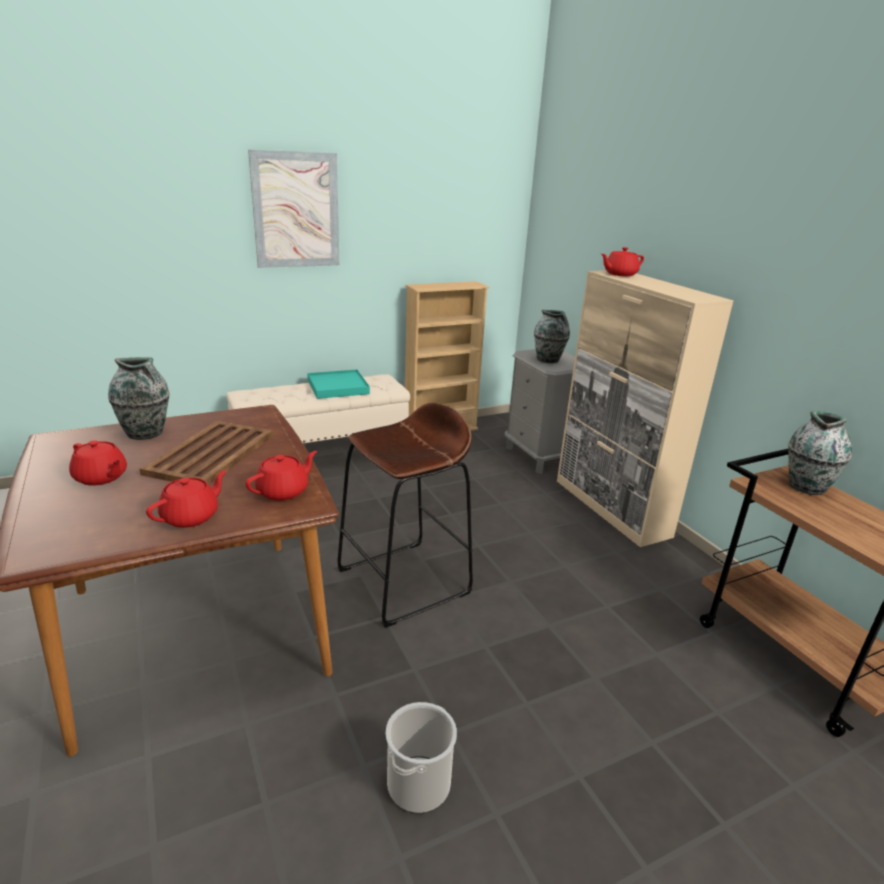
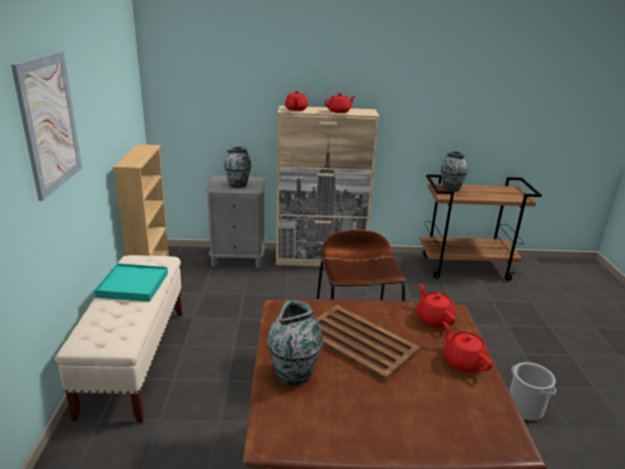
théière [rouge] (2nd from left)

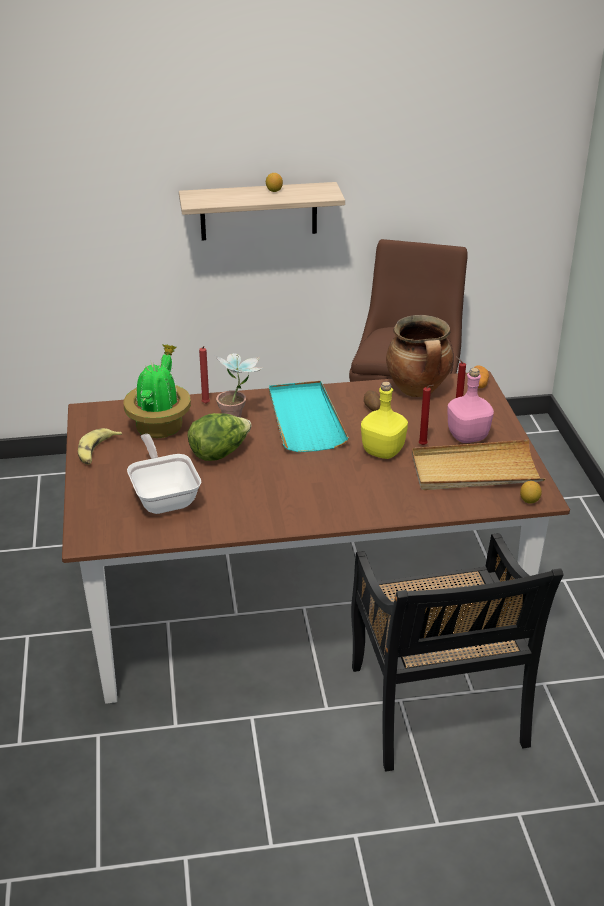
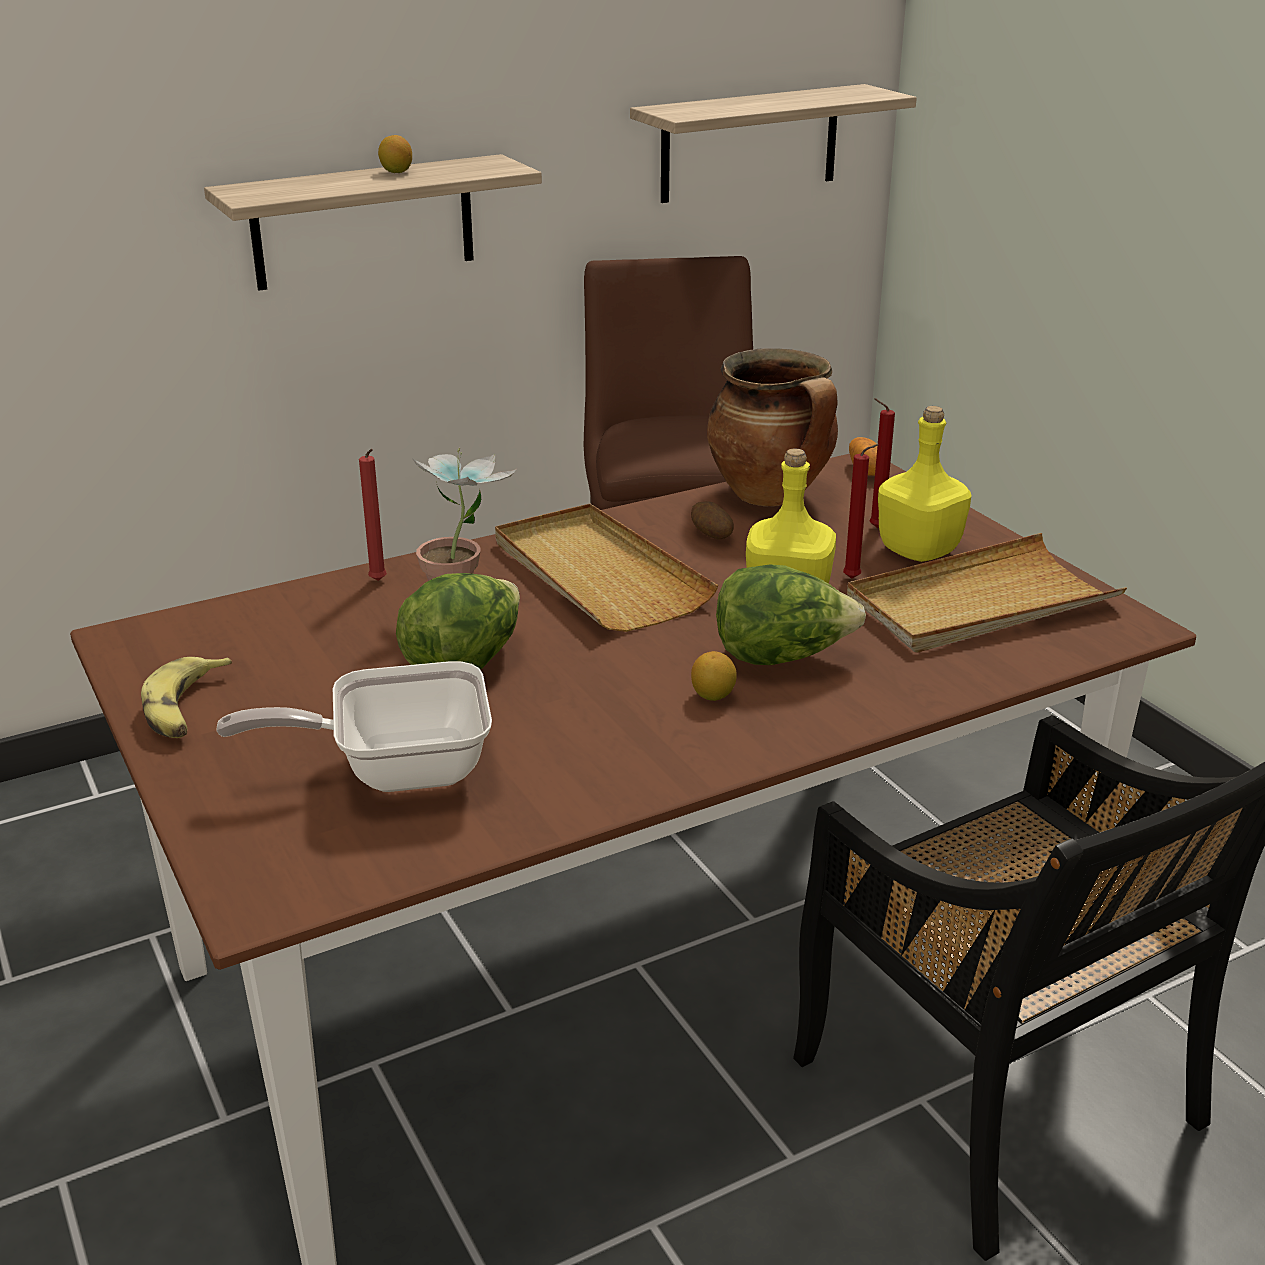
poêle
plateau [beige] (1st from left)
étagère (2nd from left)
citron (2nd from left)
laitue (2nd from left)
bouteille [jaune] (2nd from left)
plante en pot (1st from left in the first image)

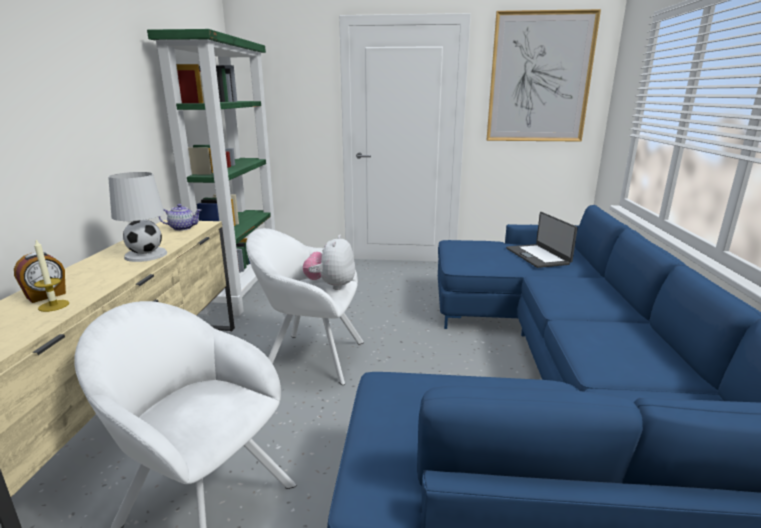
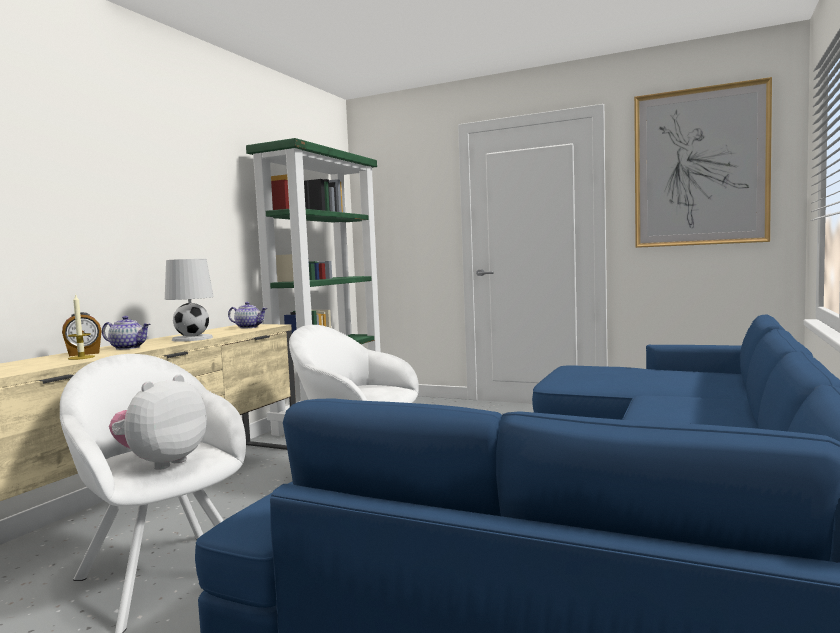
théière (1st from left)
peluche
ordinateur portable

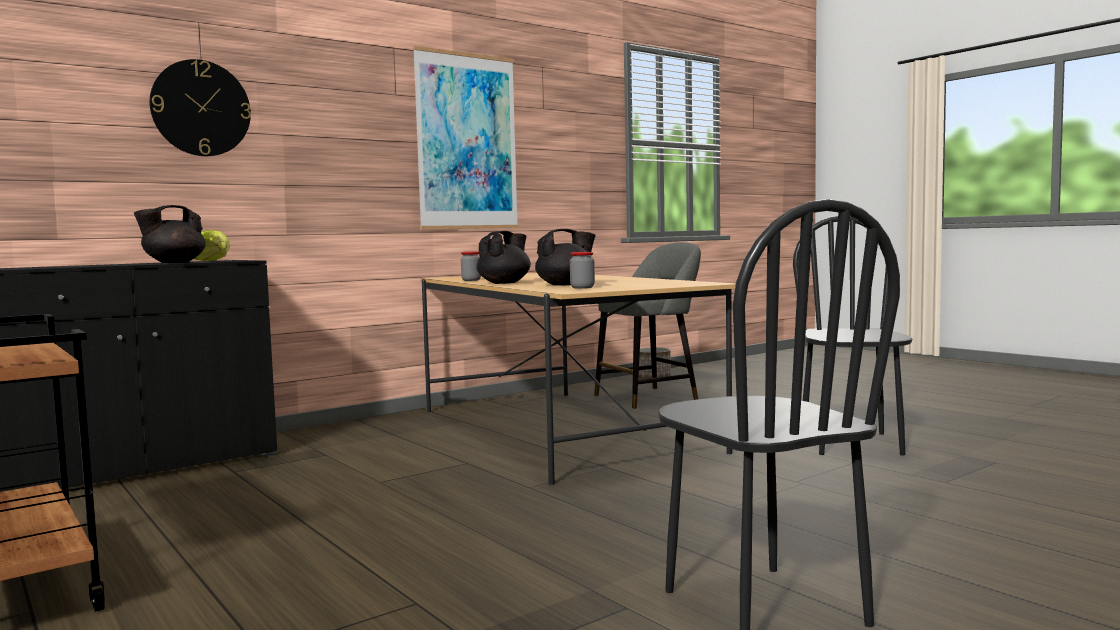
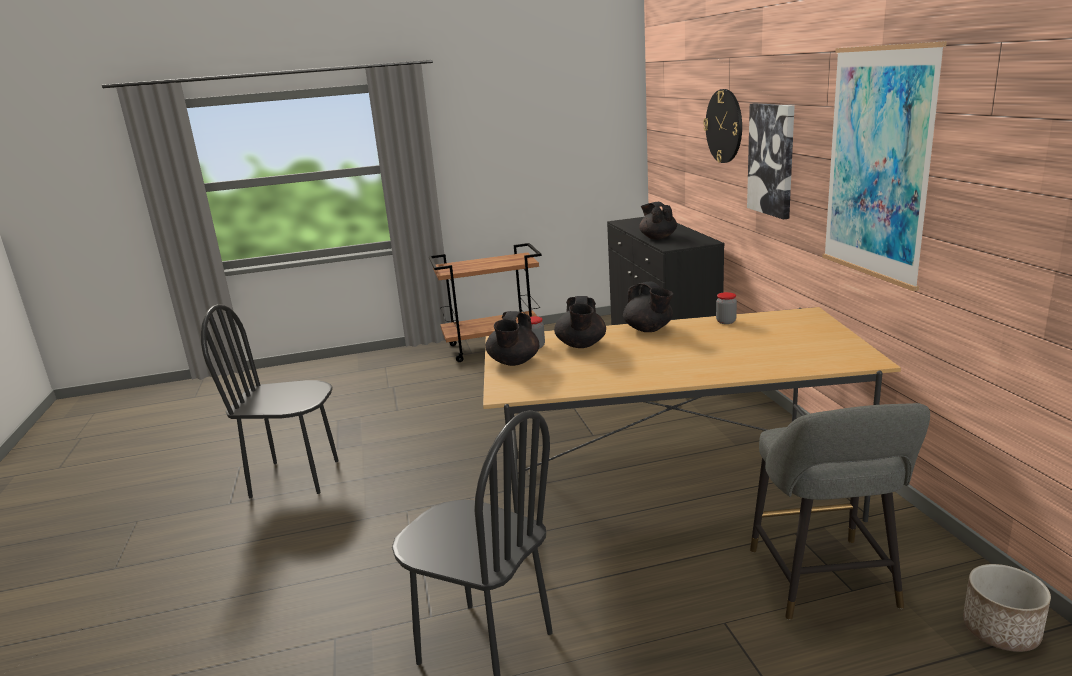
théière [noir] (1st from left)
tableau (1st from left)
laitue

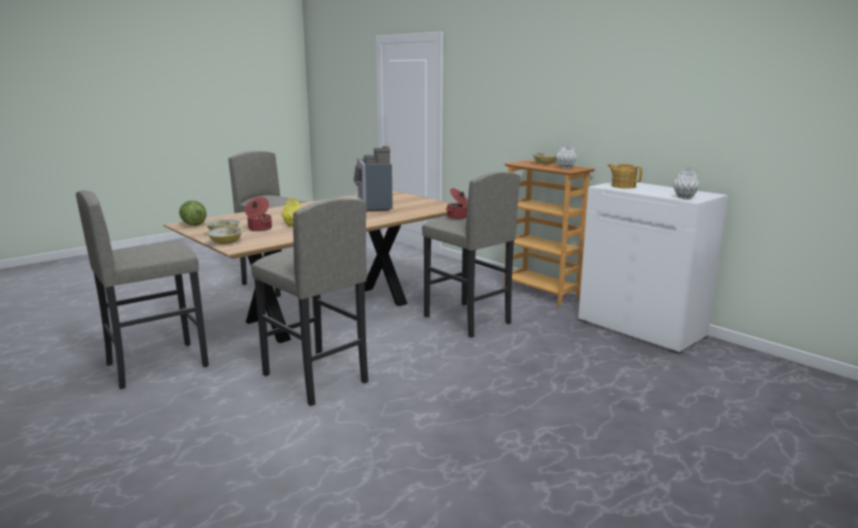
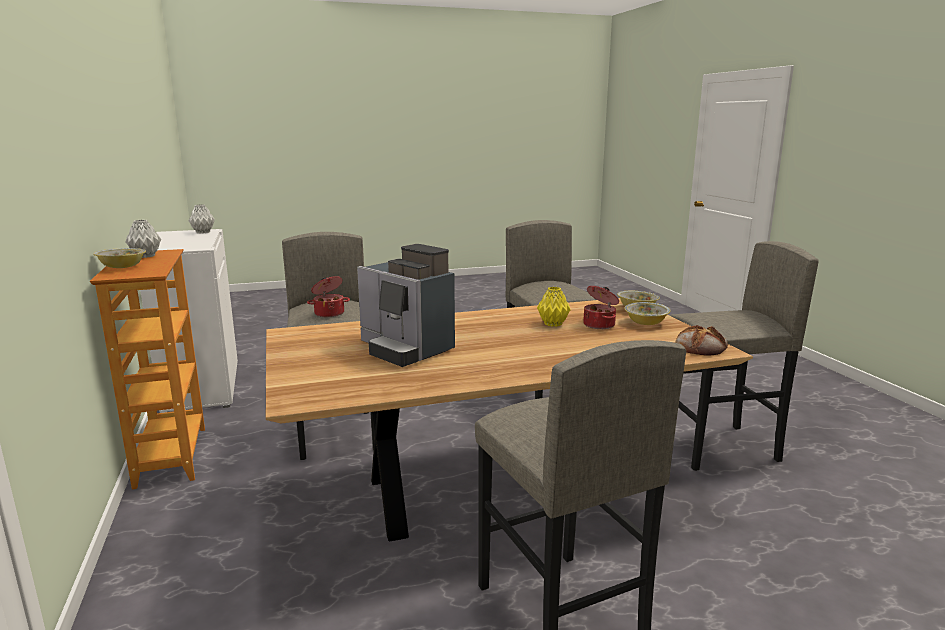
machine à café
pain
théière

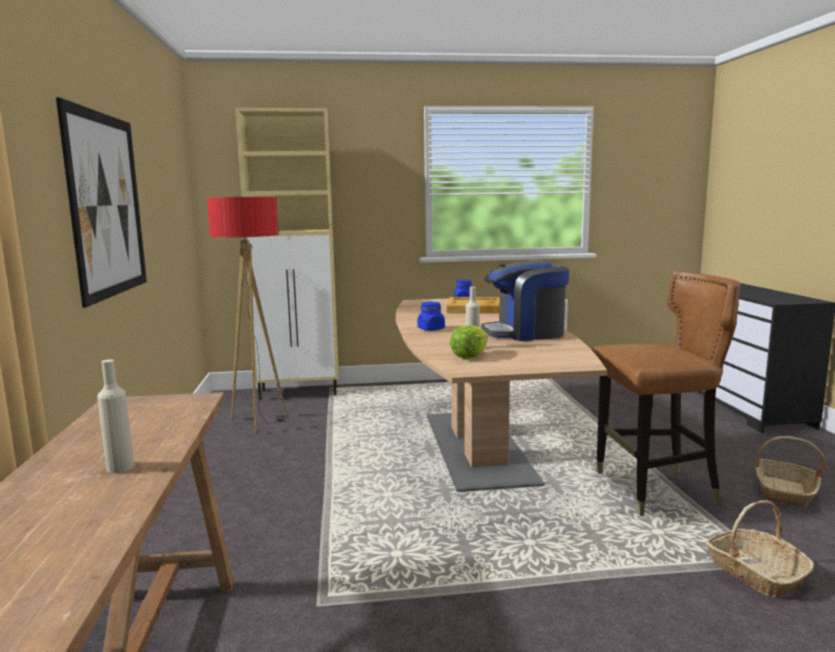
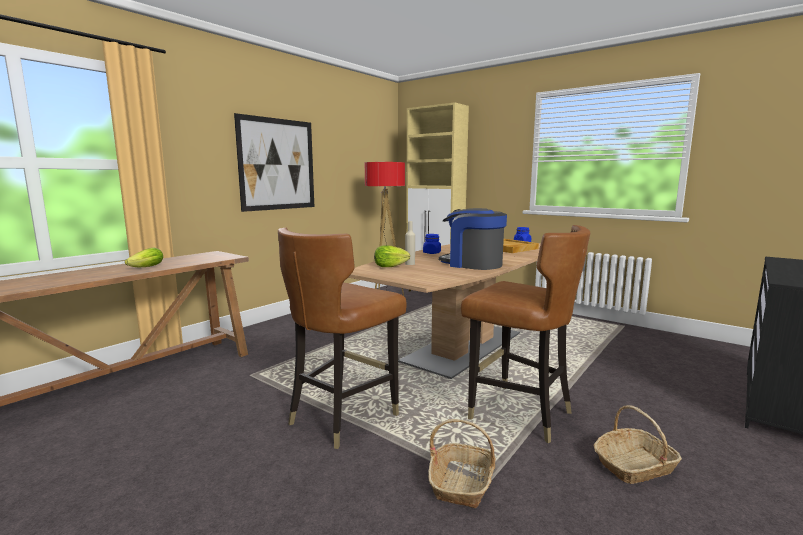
laitue (1st from left)
chaise [marron] (1st from left)

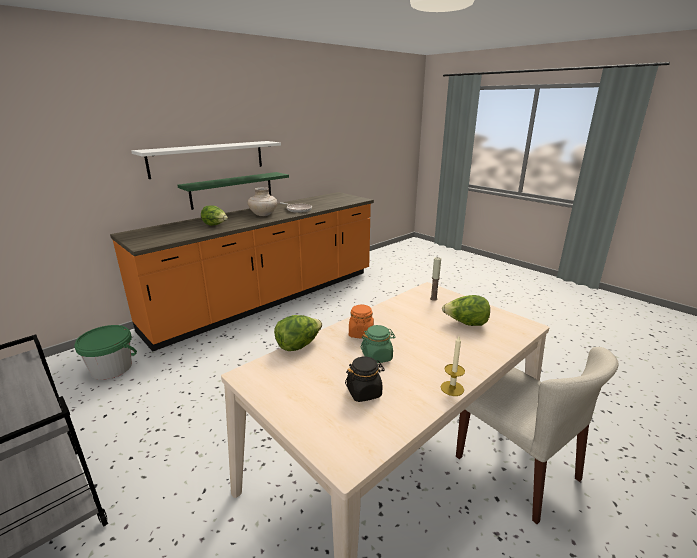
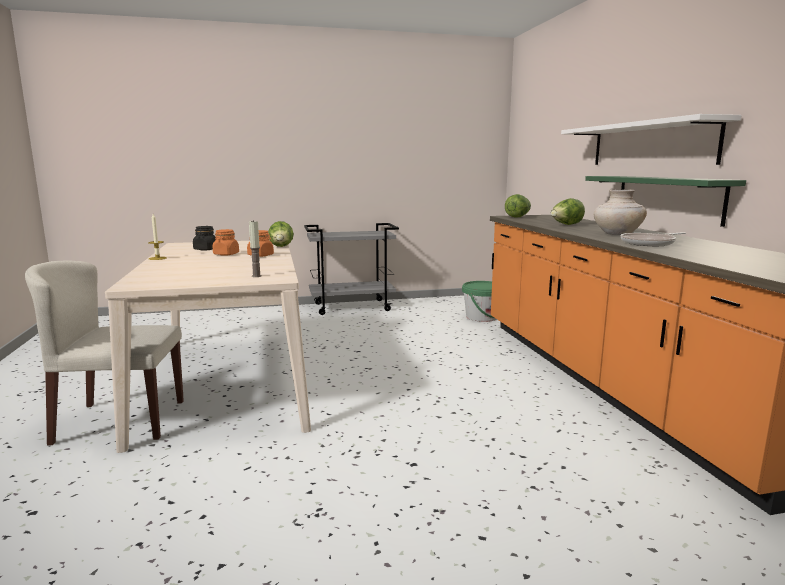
bocal [orange] (1st from left)
laitue (2nd from left)

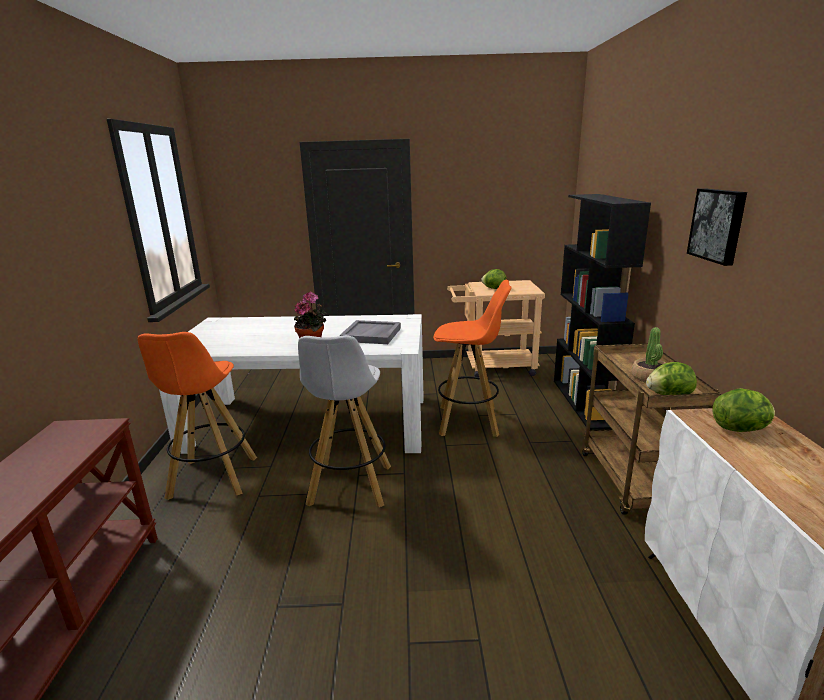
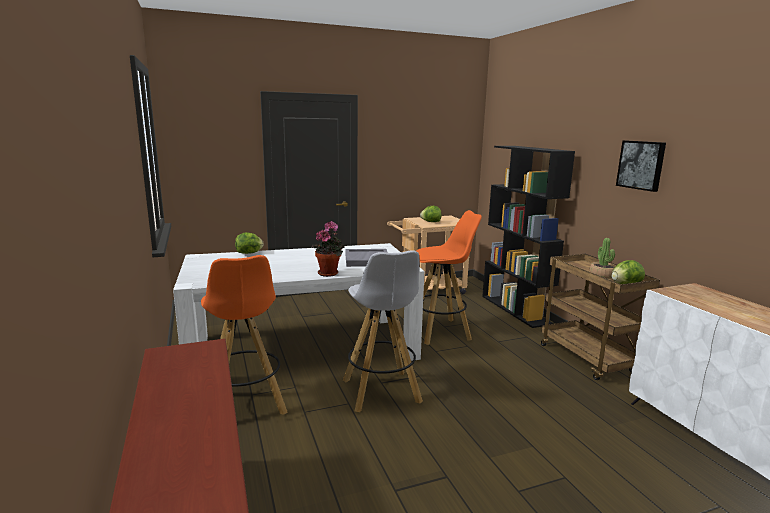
laitue (1st from left)

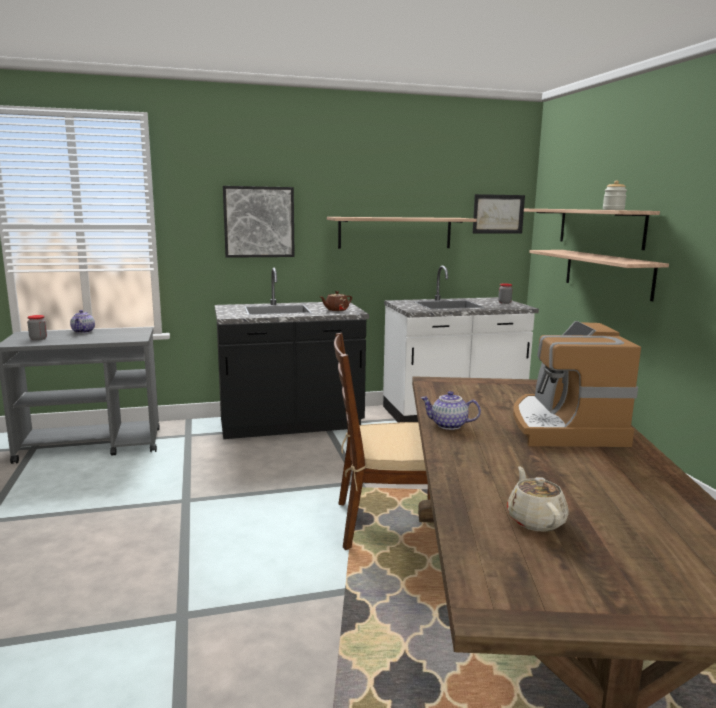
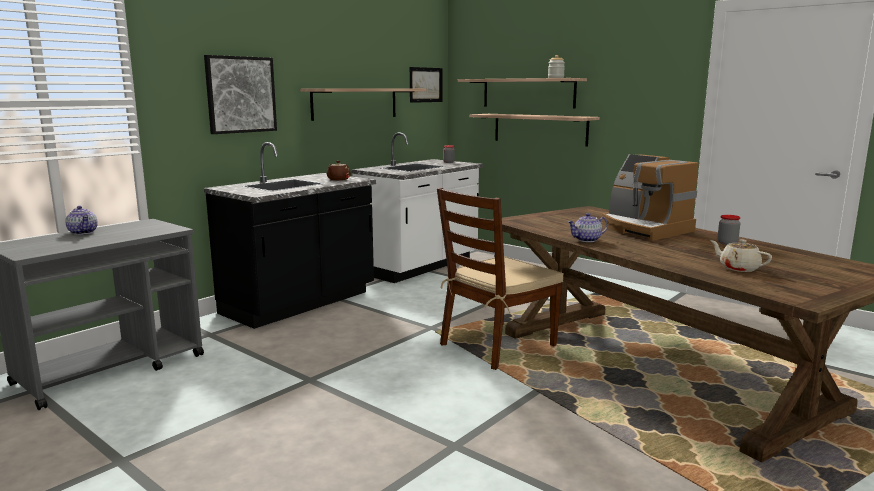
bocal (3rd from left)

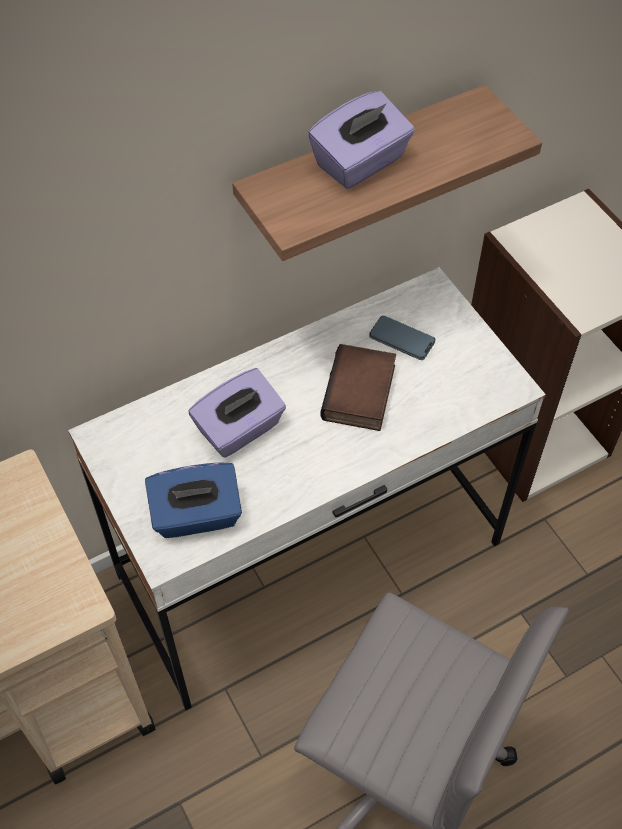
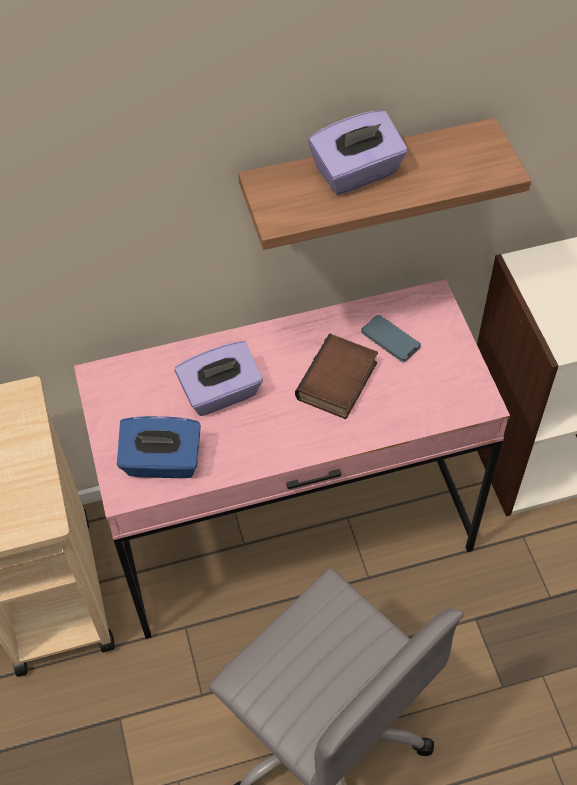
bureau [rose]

